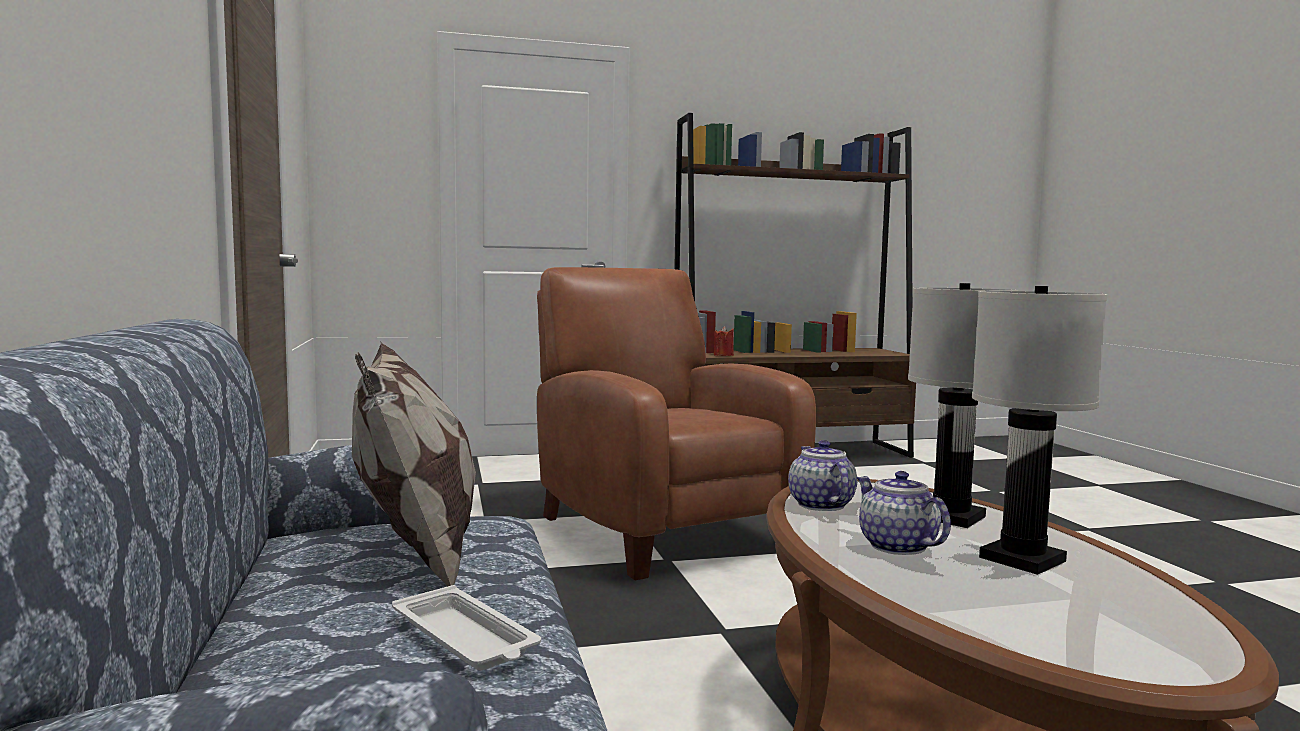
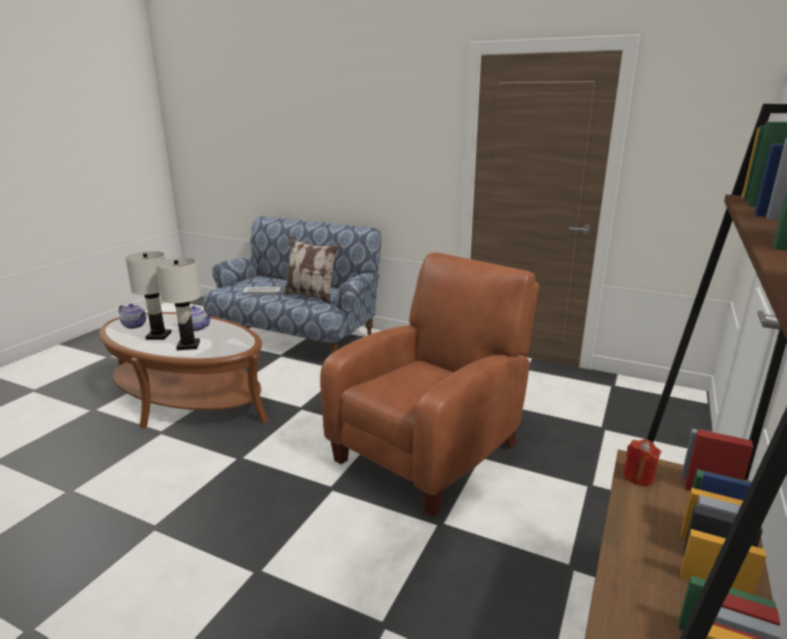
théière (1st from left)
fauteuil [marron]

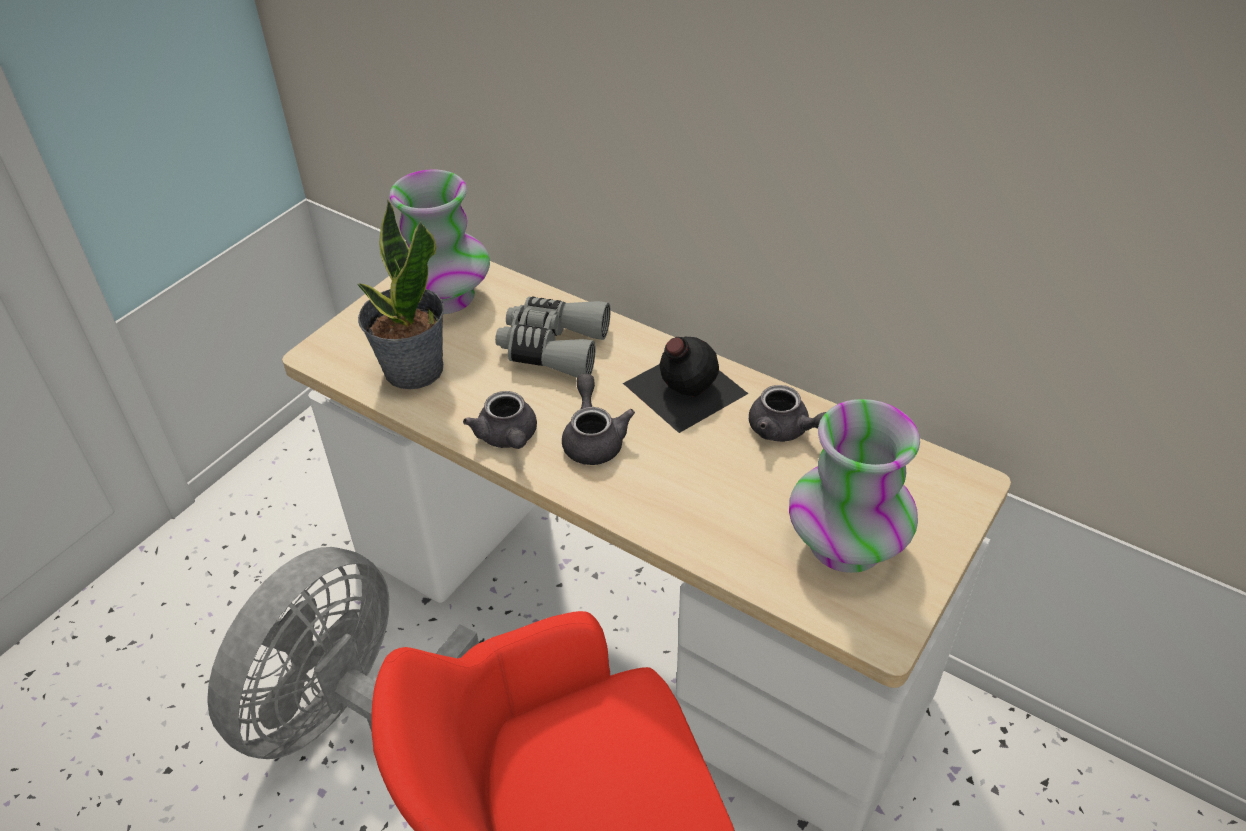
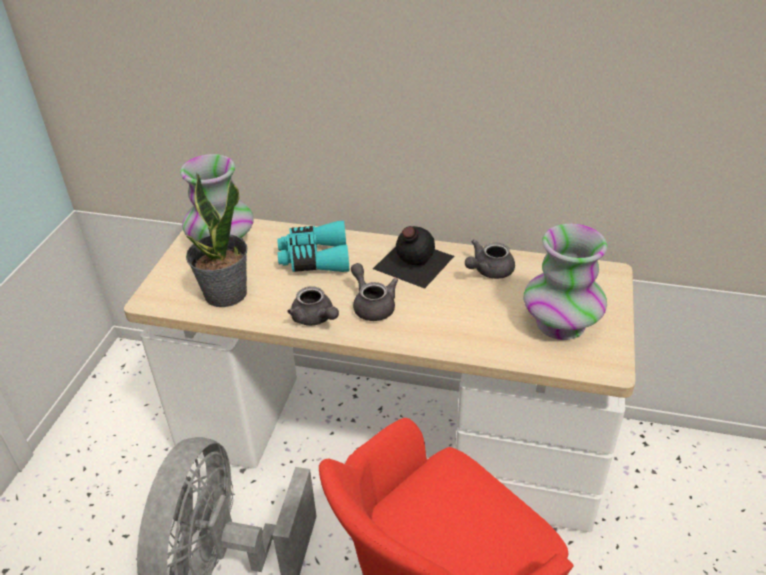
jumelles [turquoise]
théière [gris] (3rd from left)

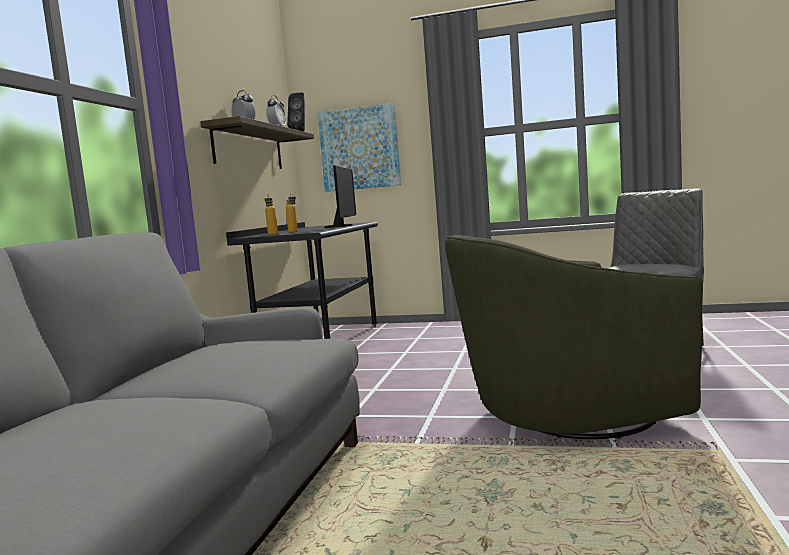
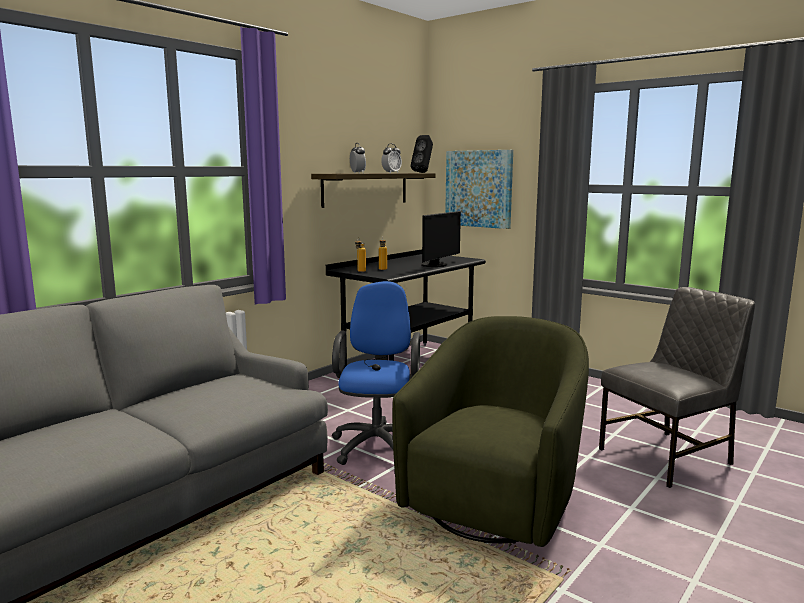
chaise de bureau [bleu]
fauteuil [vert]

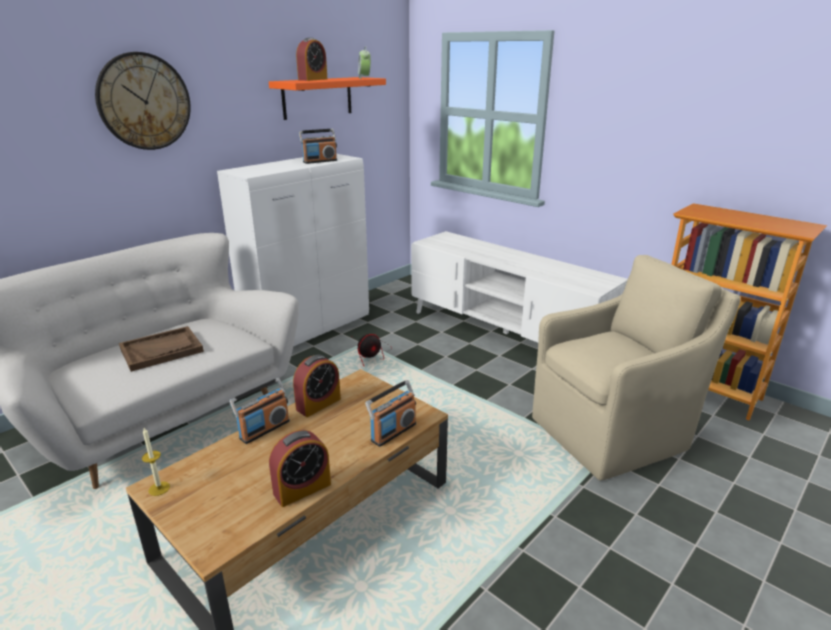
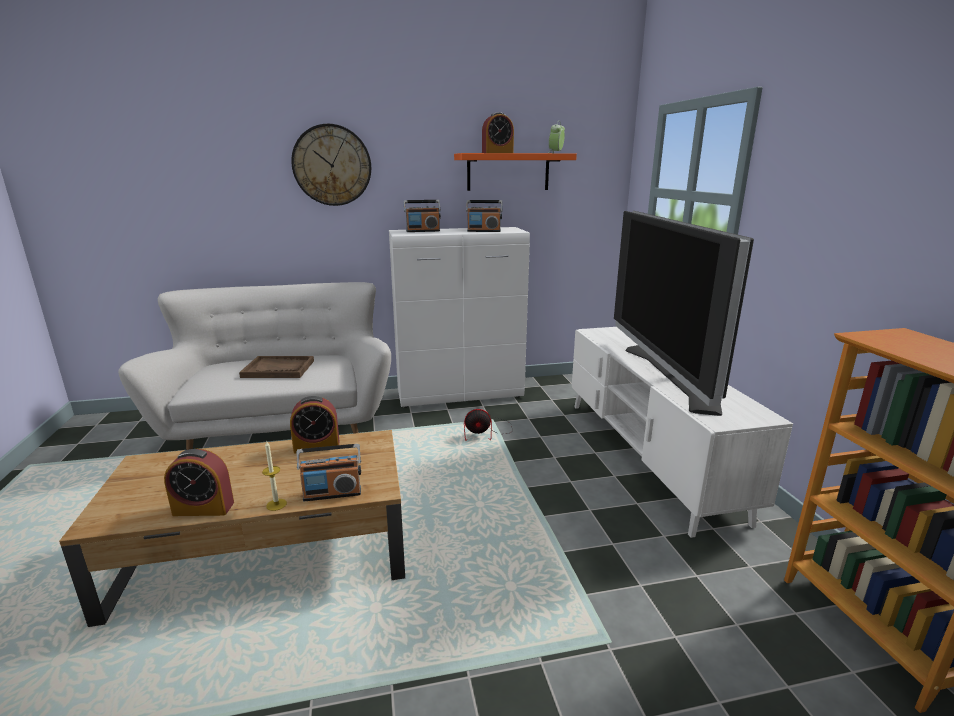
bougie
radio (2nd from left)
téléviseur
fauteuil [beige]

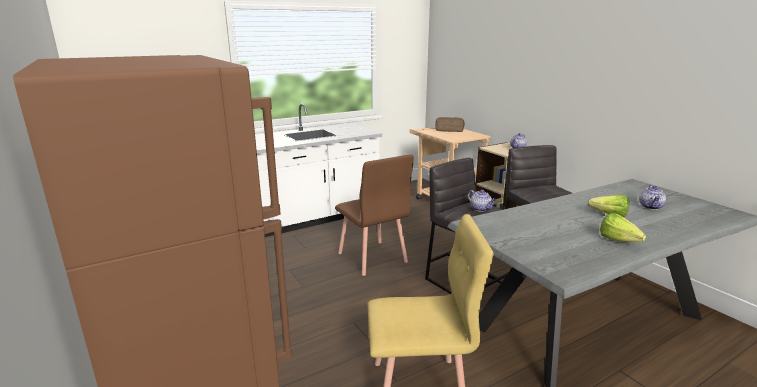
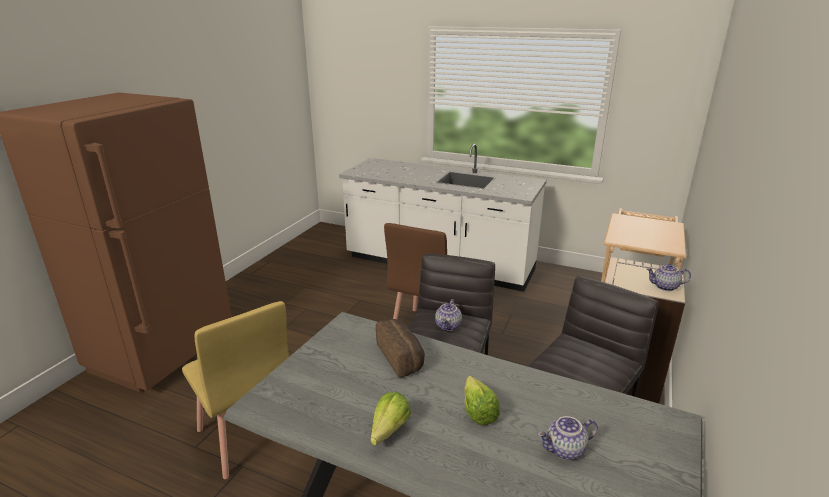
pain

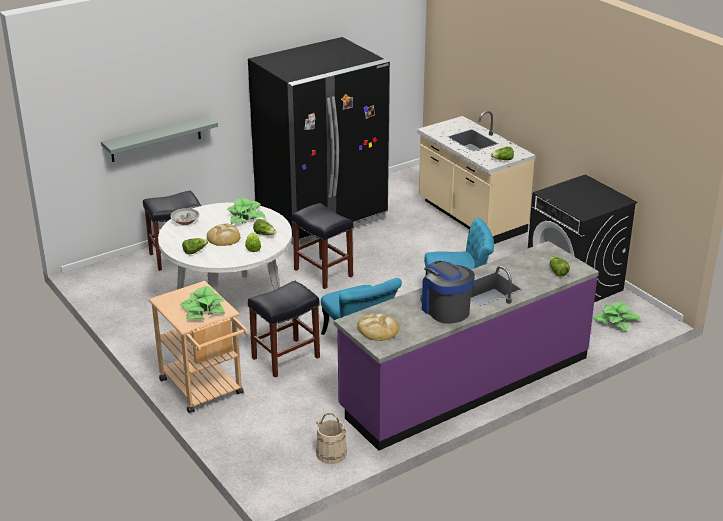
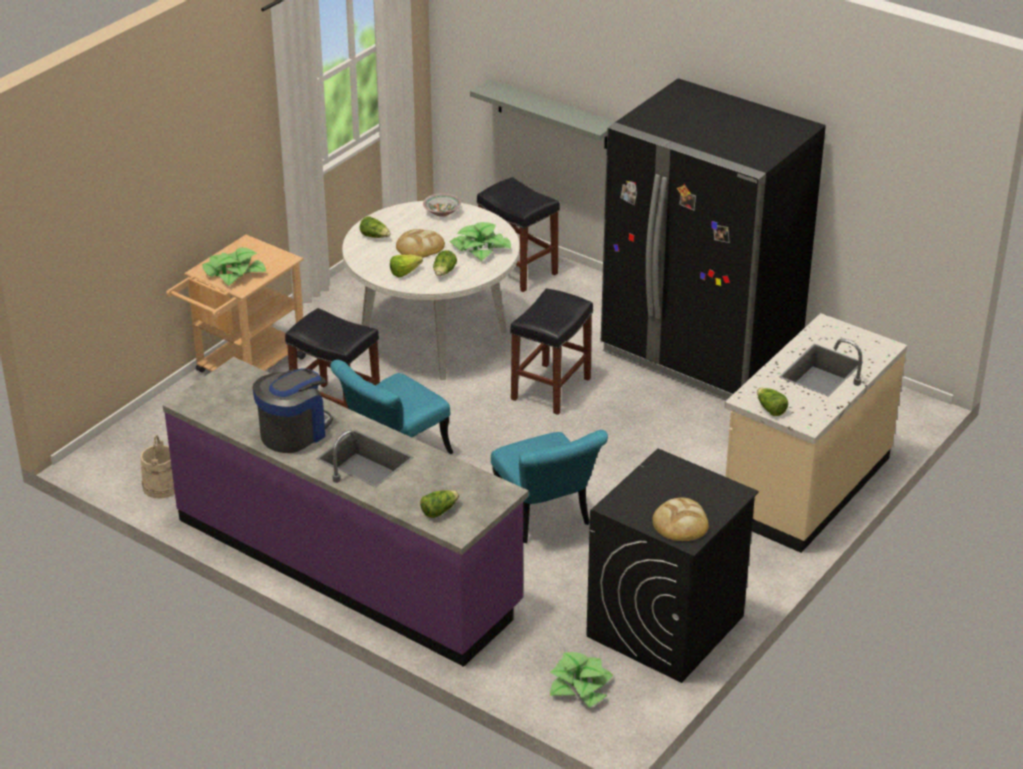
pain (2nd from left)

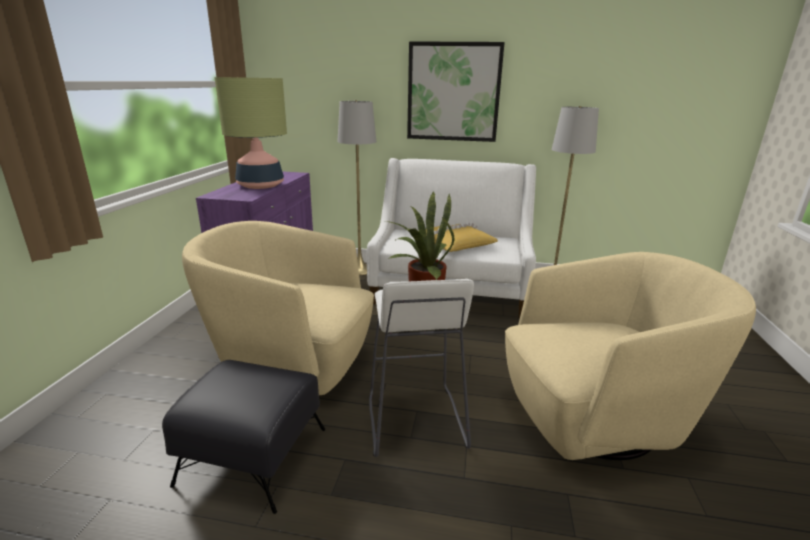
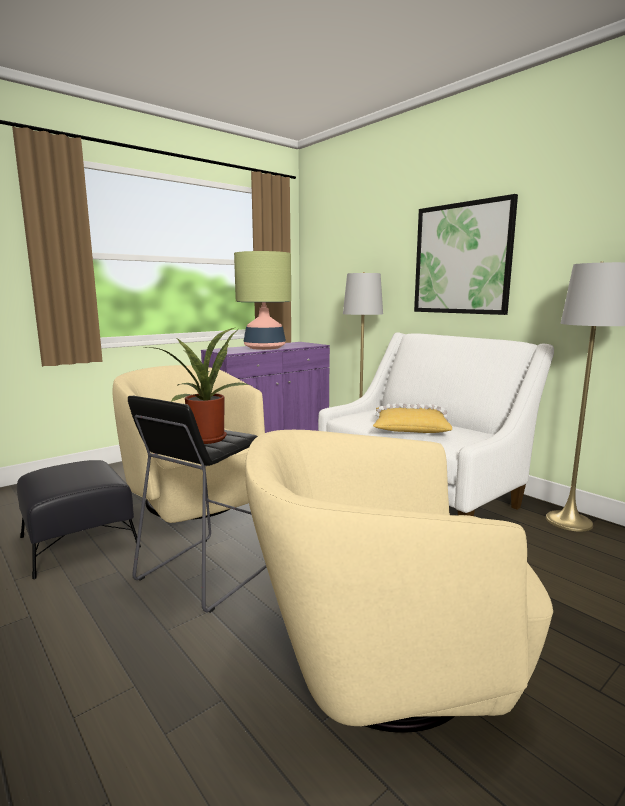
tabouret [noir]
fauteuil [beige] (2nd from left)

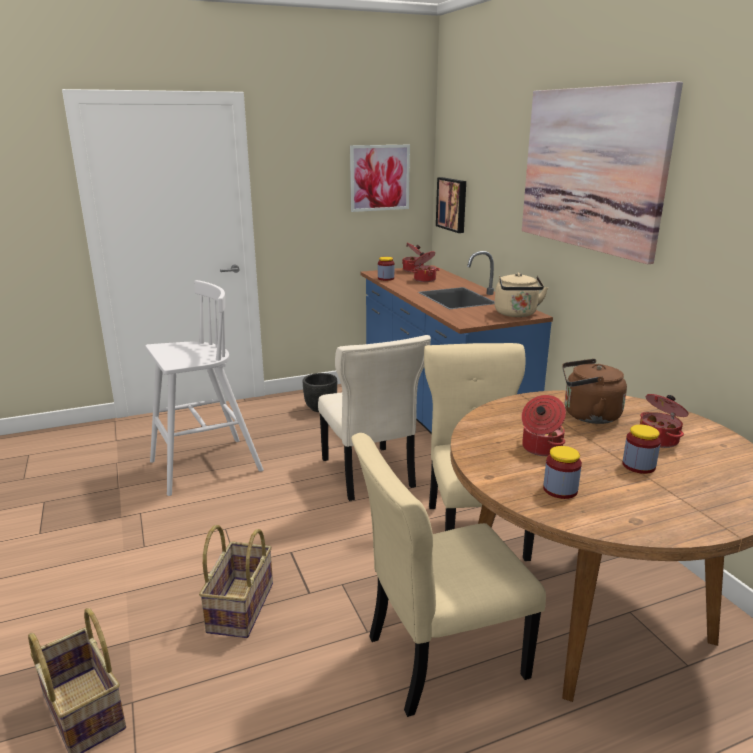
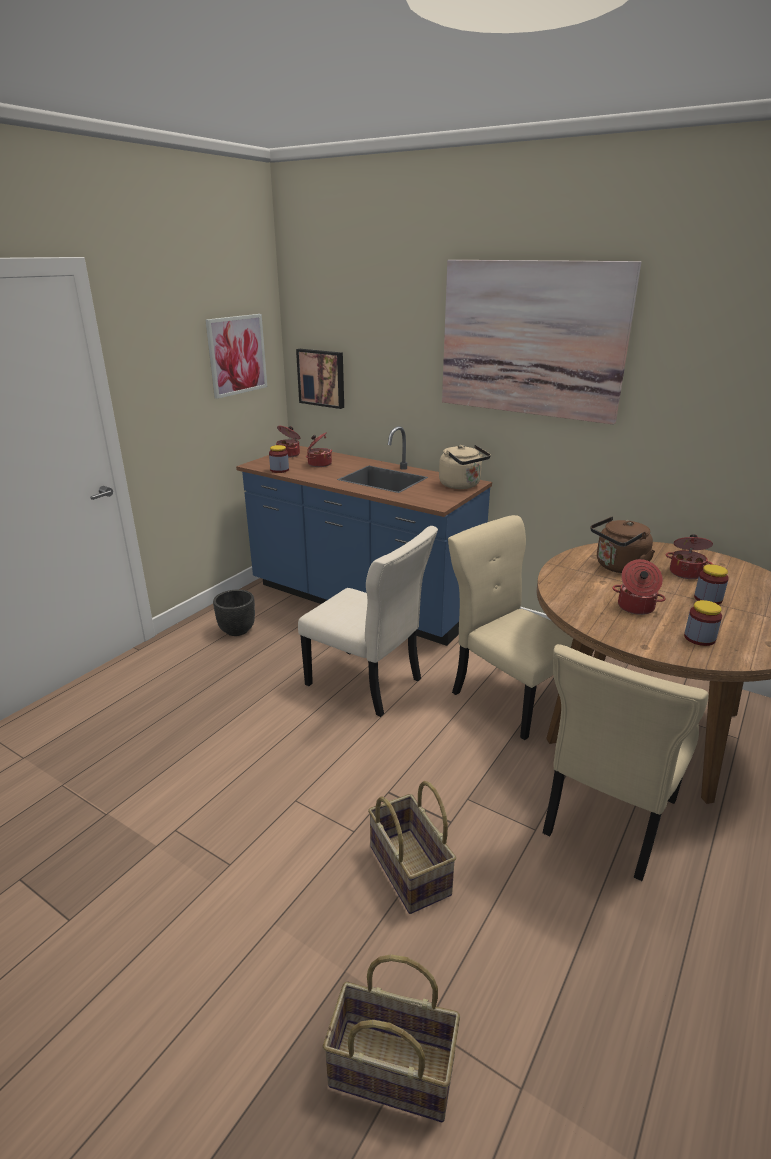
tabouret [blanc]

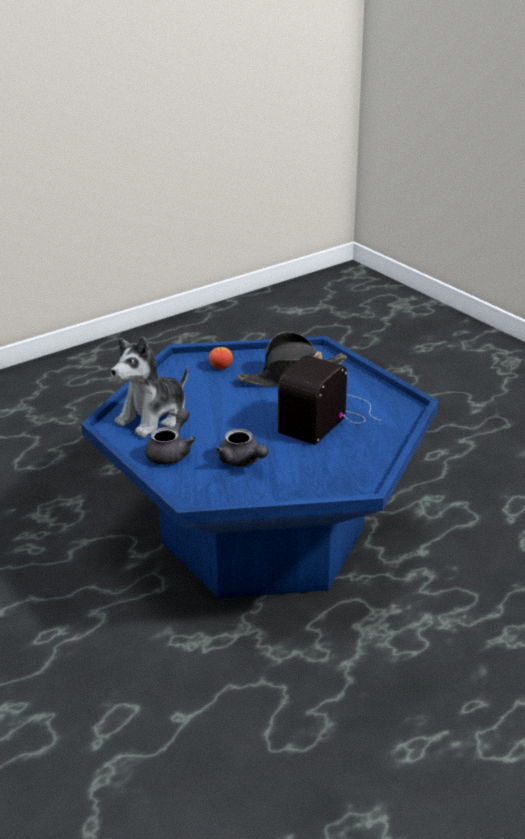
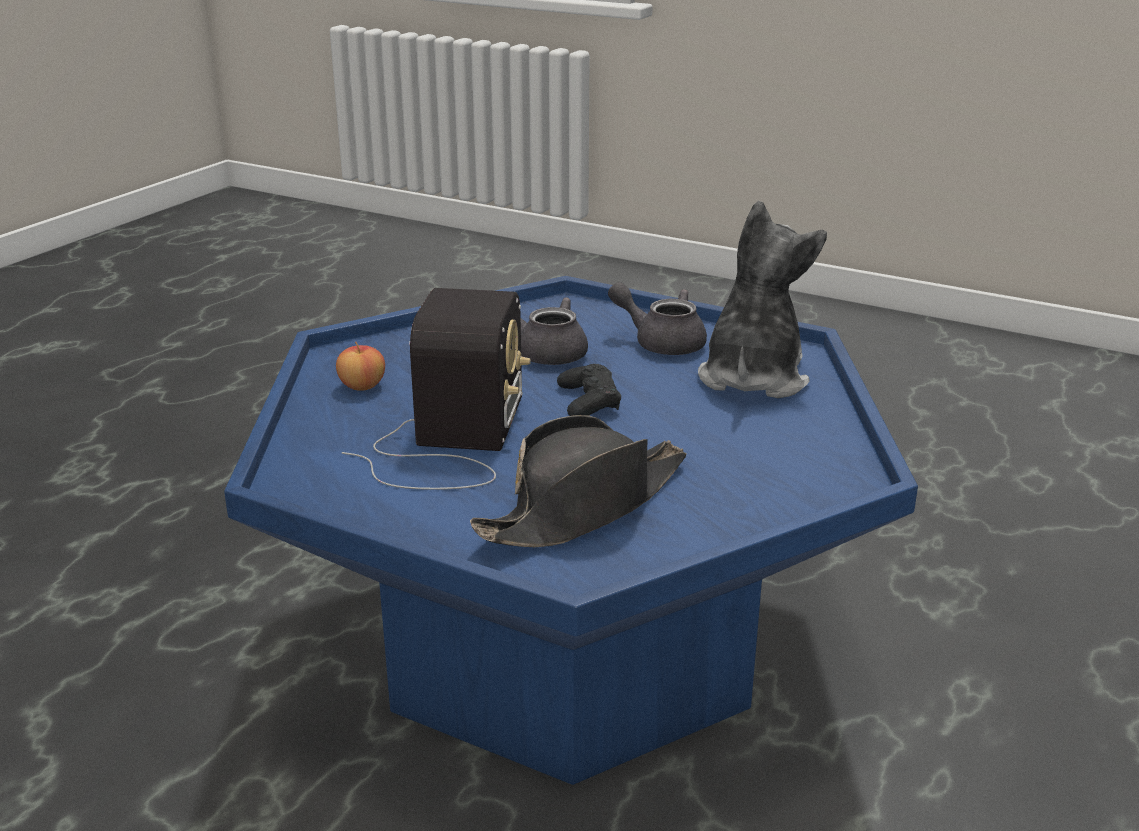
pomme
manette [noir]
théière [gris] (2nd from left)

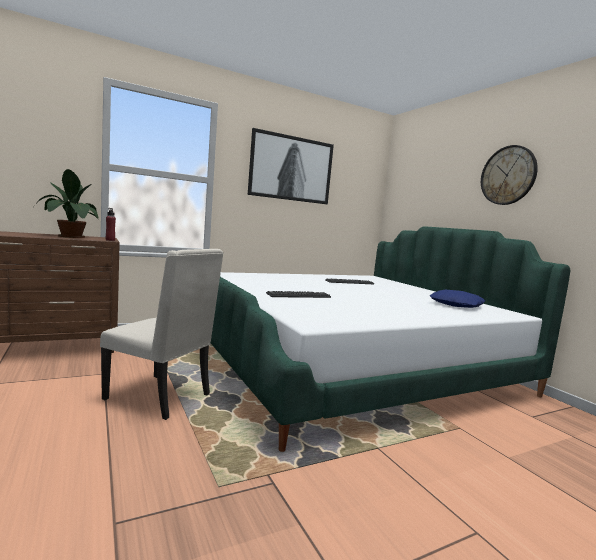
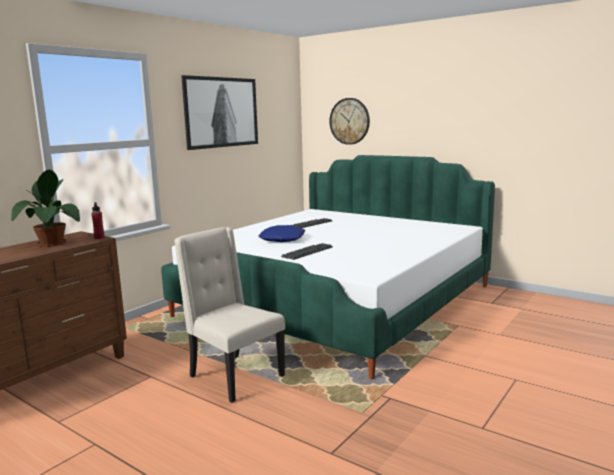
chaise [beige]
coussin [bleu]
horloge murale

